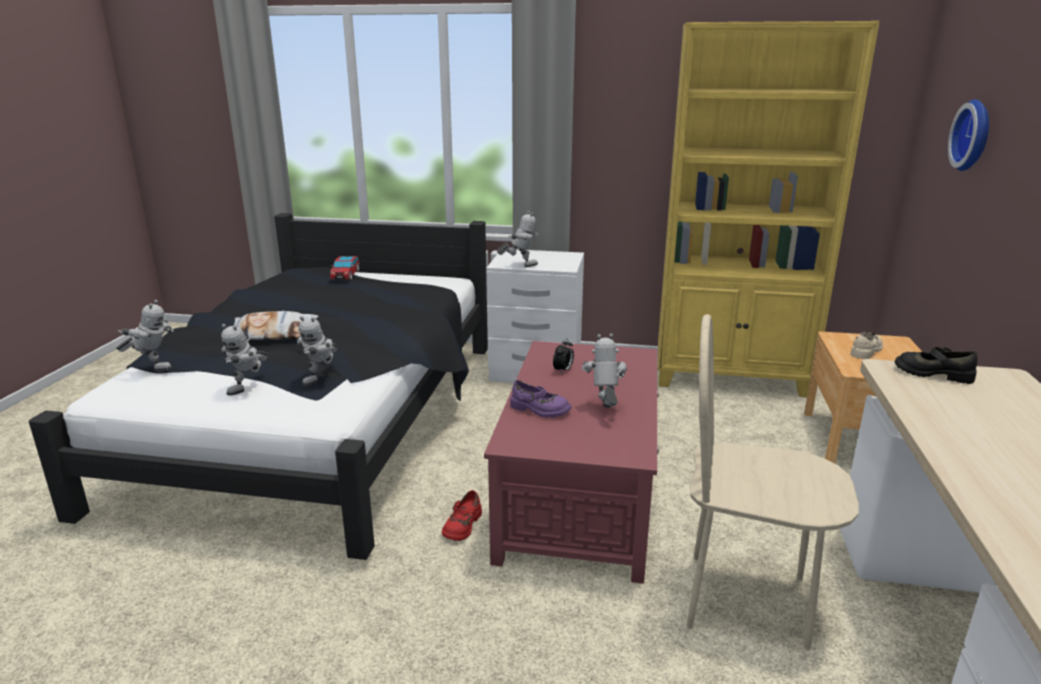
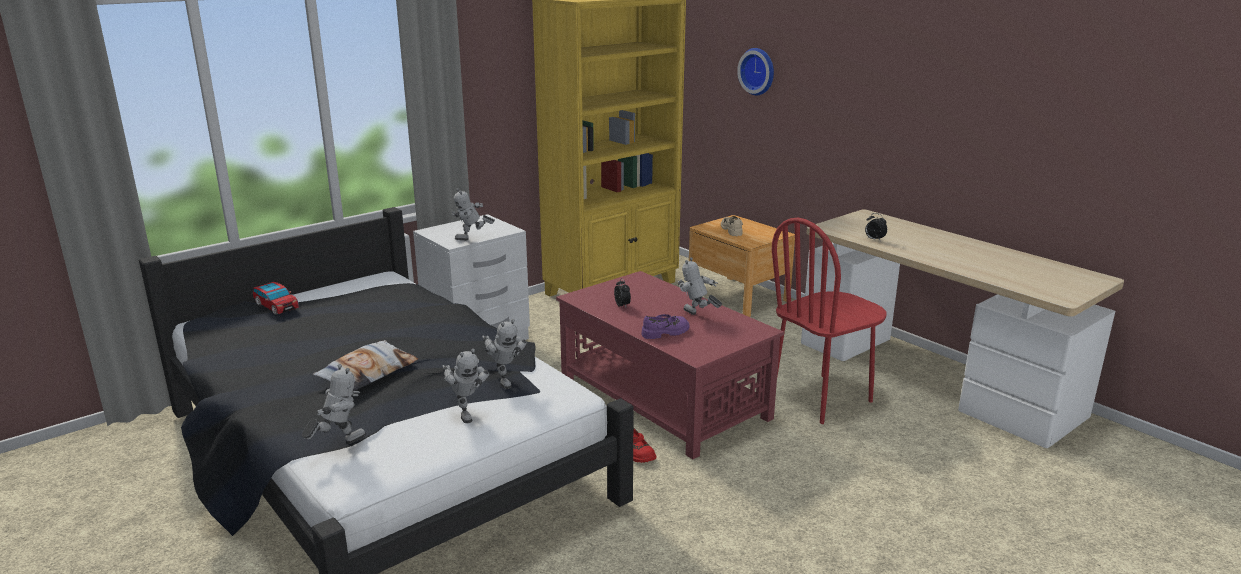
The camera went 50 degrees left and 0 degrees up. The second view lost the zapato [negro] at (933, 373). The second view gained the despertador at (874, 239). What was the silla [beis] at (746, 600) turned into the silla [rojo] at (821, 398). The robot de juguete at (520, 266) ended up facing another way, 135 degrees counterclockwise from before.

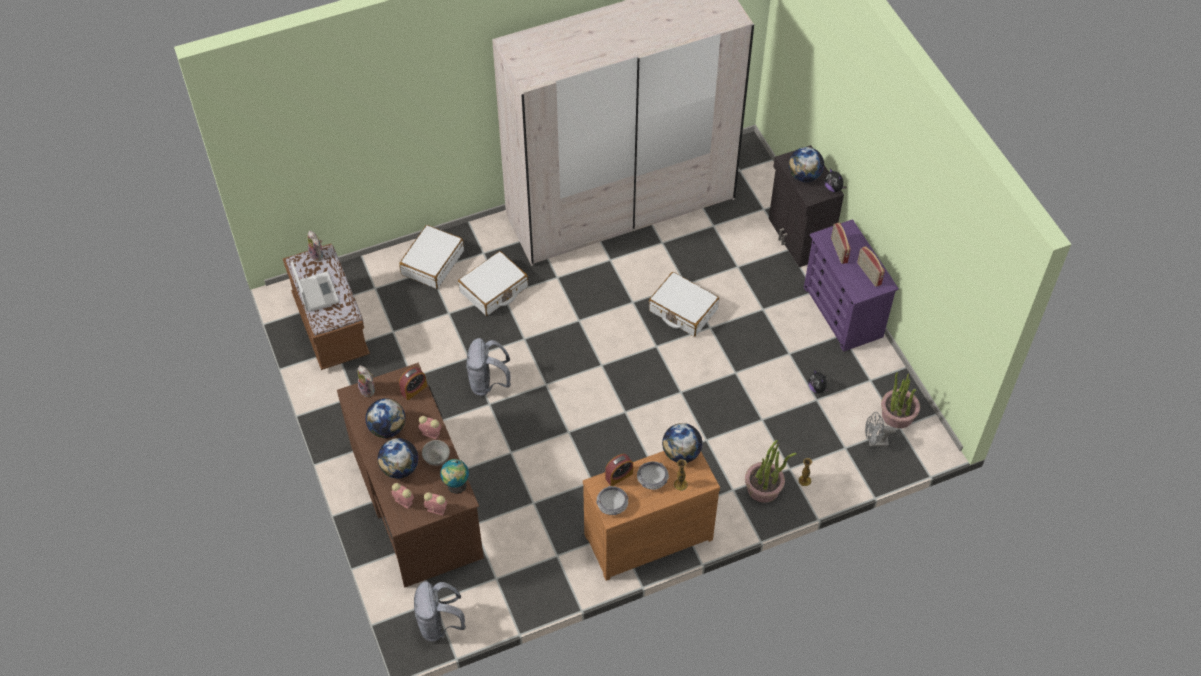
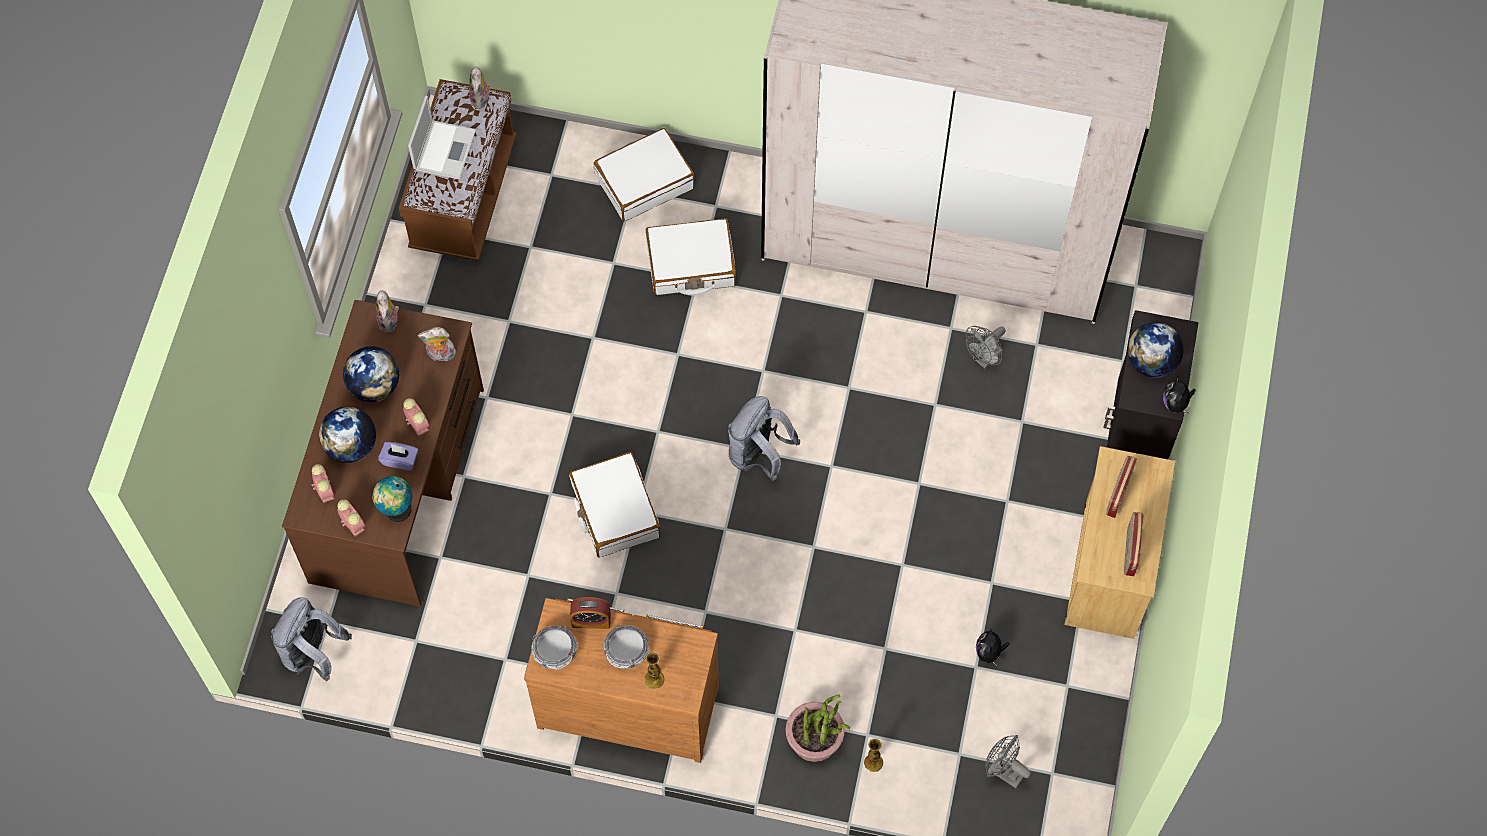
The camera went 35 degrees right and 10 degrees up. The second view lost the globo terráqueo at (681, 453). The second view lost the planta en maceta at (897, 415). The second view gained the ventilador [gris] at (984, 358). The mochila [gris] ended up elsewhere, having gone from (488, 383) to (758, 456). The maleta [blanco] ended up elsewhere, having gone from (683, 310) to (615, 511). Where the despertador stood at (414, 389), the peluche came to stand at (440, 355). Where the cuenco [gris] stood at (436, 458), the caja de pañuelos [morado] came to stand at (400, 460). What was the cómoda [morado] at (843, 312) turned into the cómoda [beis] at (1108, 571).

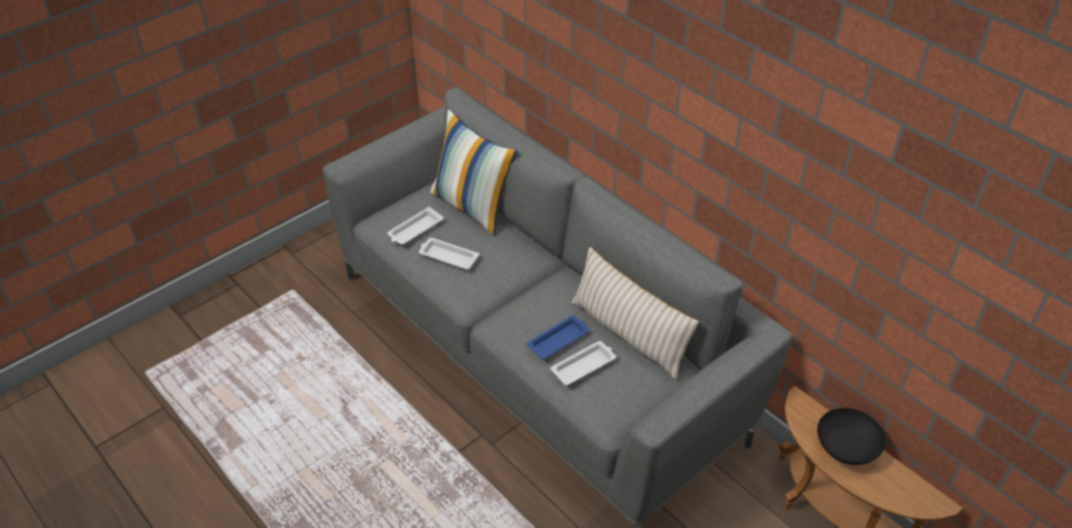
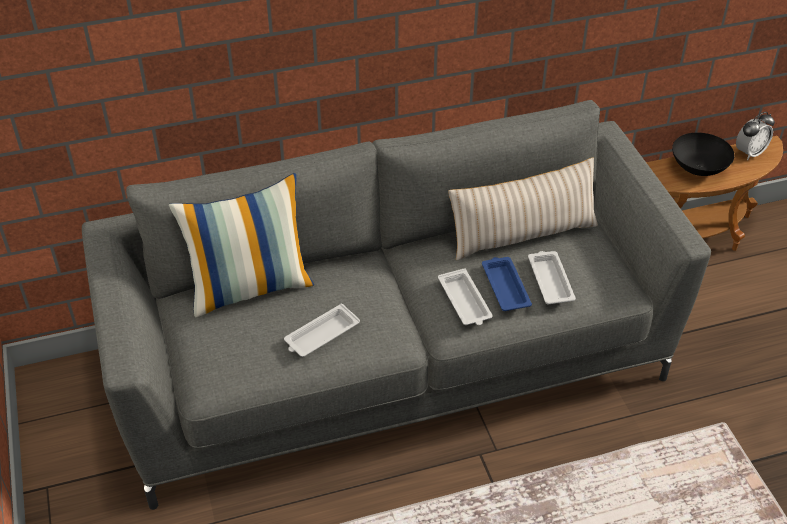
The camera went 65 degrees left and 0 degrees up. The second view gained the despertador at (749, 153). The bandeja [blanco] ended up elsewhere, having gone from (415, 230) to (465, 302).

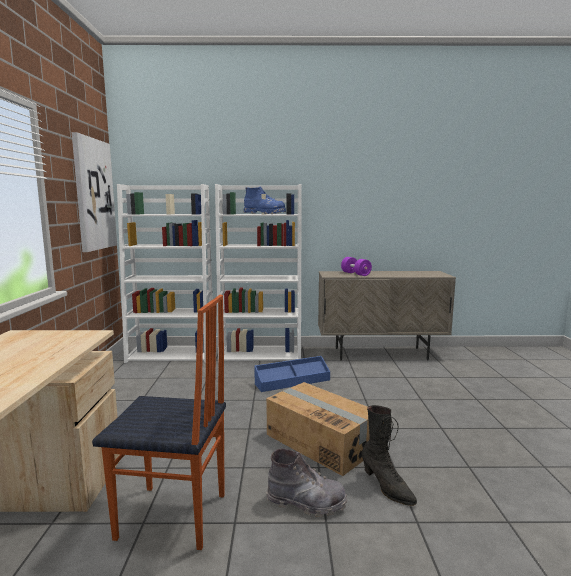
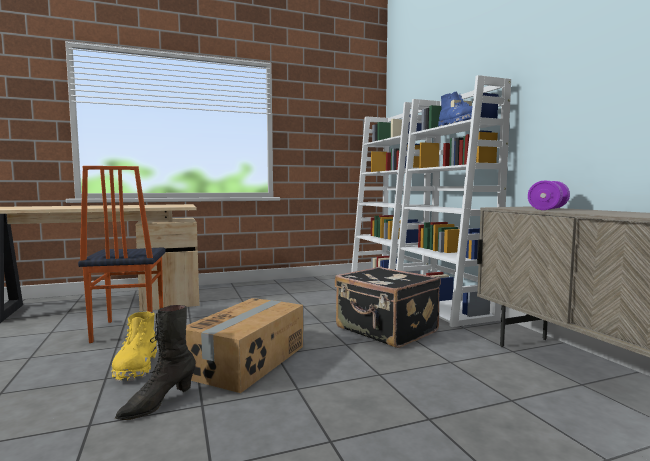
The camera went 70 degrees right and 5 degrees down. The second view lost the cuadro at (94, 194). Where the caja de almacenaje [azul] stood at (292, 381), the maleta [negro] came to stand at (386, 330). What was the bota [gris] at (306, 502) turned into the bota [amarillo] at (136, 367).

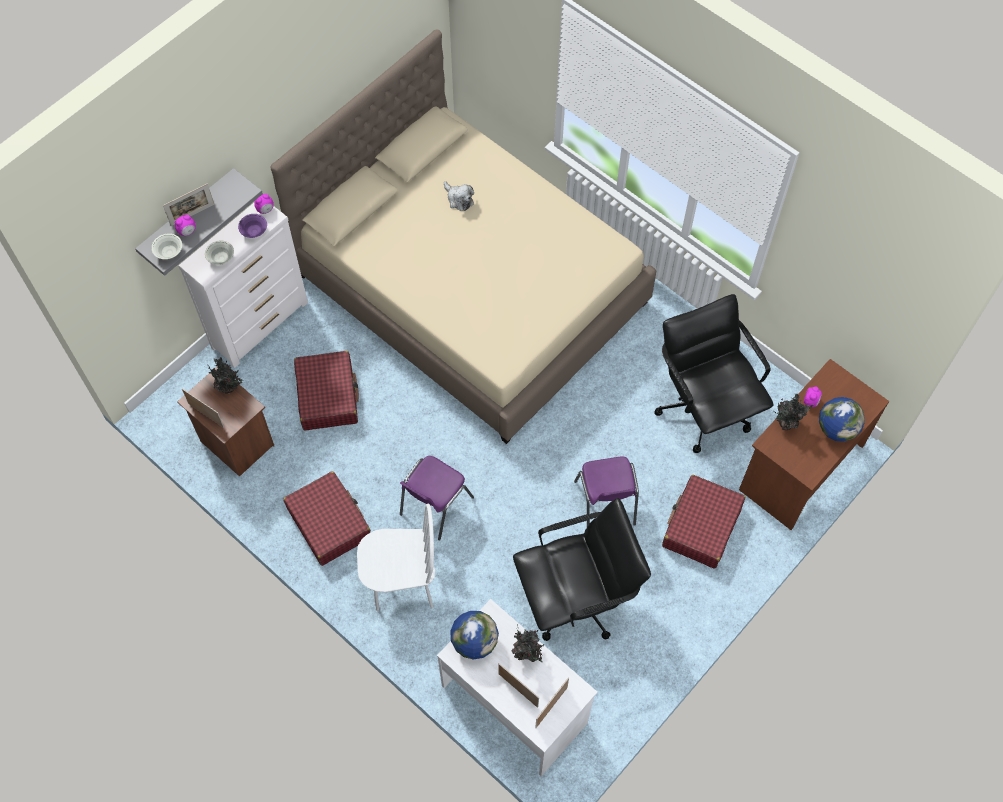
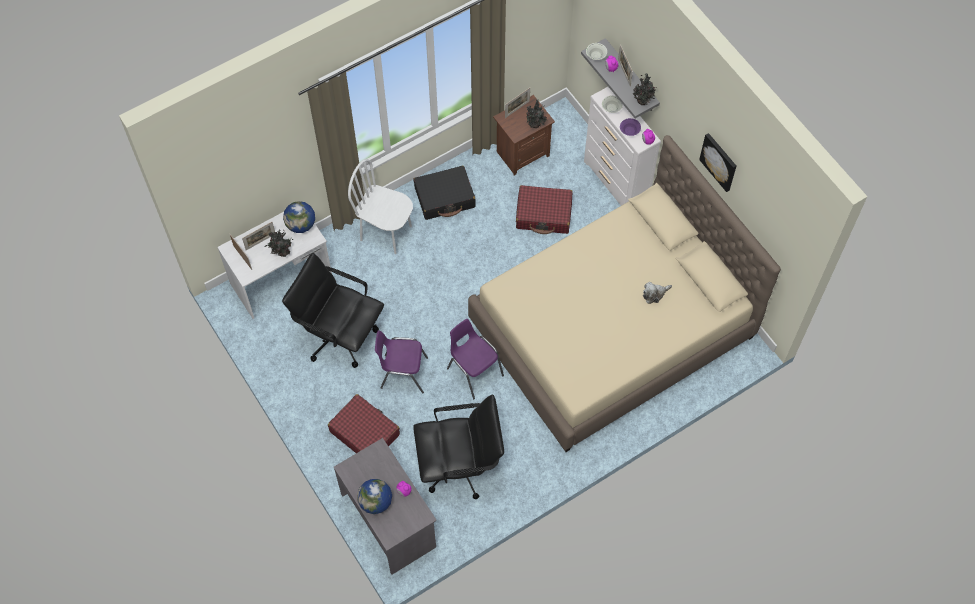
The camera went 105 degrees right and 0 degrees up. The second view gained the cuadro at (719, 161). The silla [morado] ended up elsewhere, having gone from (434, 507) to (474, 371). The planta en maceta ended up elsewhere, having gone from (787, 423) to (643, 102). What was the maleta [rojo] at (329, 522) turned into the maleta [negro] at (445, 198). What was the escritorio [marrón] at (800, 467) turned into the escritorio [gris] at (389, 519). The silla [blanco] at (403, 584) ended up facing another way, 105 degrees clockwise from before. The silla de oficina [negro] at (576, 598) ended up facing another way, 120 degrees clockwise from before.

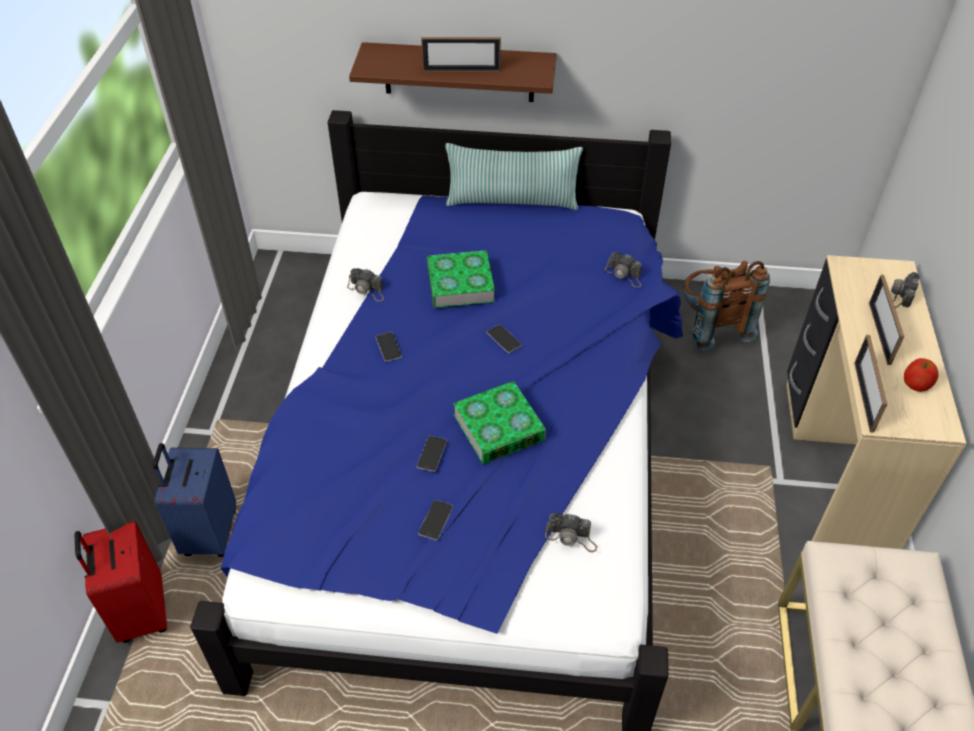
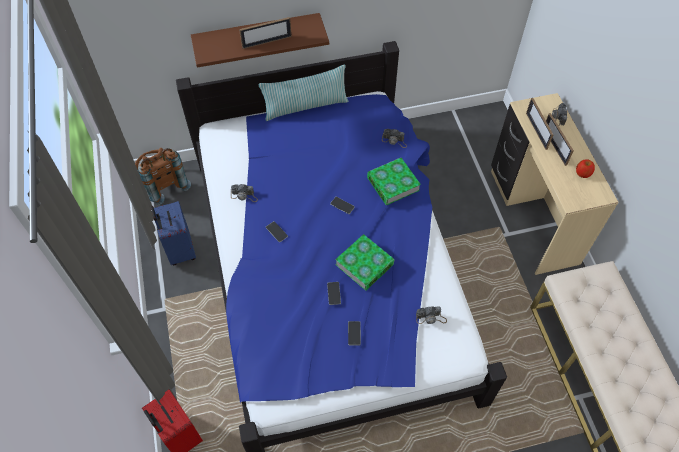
The camera went 20 degrees left and 10 degrees up. The maleta [azul] ended up elsewhere, having gone from (208, 533) to (180, 250). The libro ended up elsewhere, having gone from (460, 284) to (393, 184). The mochila [marrón] ended up elsewhere, having gone from (711, 325) to (163, 185). The portarretratos ended up elsewhere, having gone from (863, 396) to (536, 131).

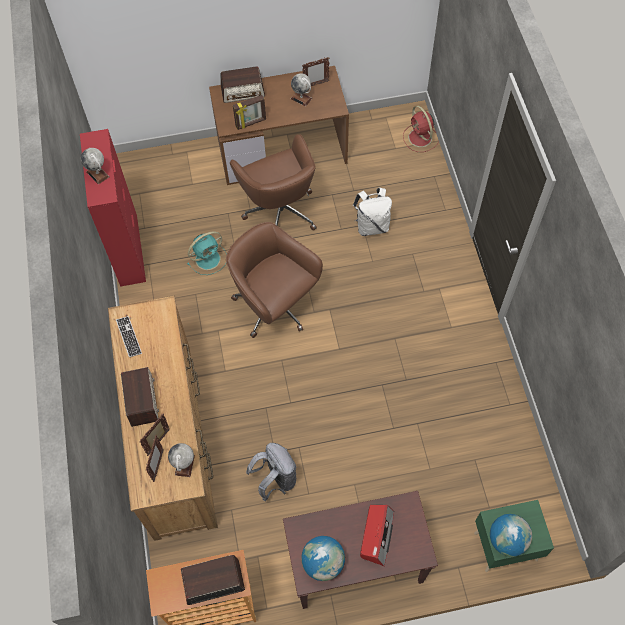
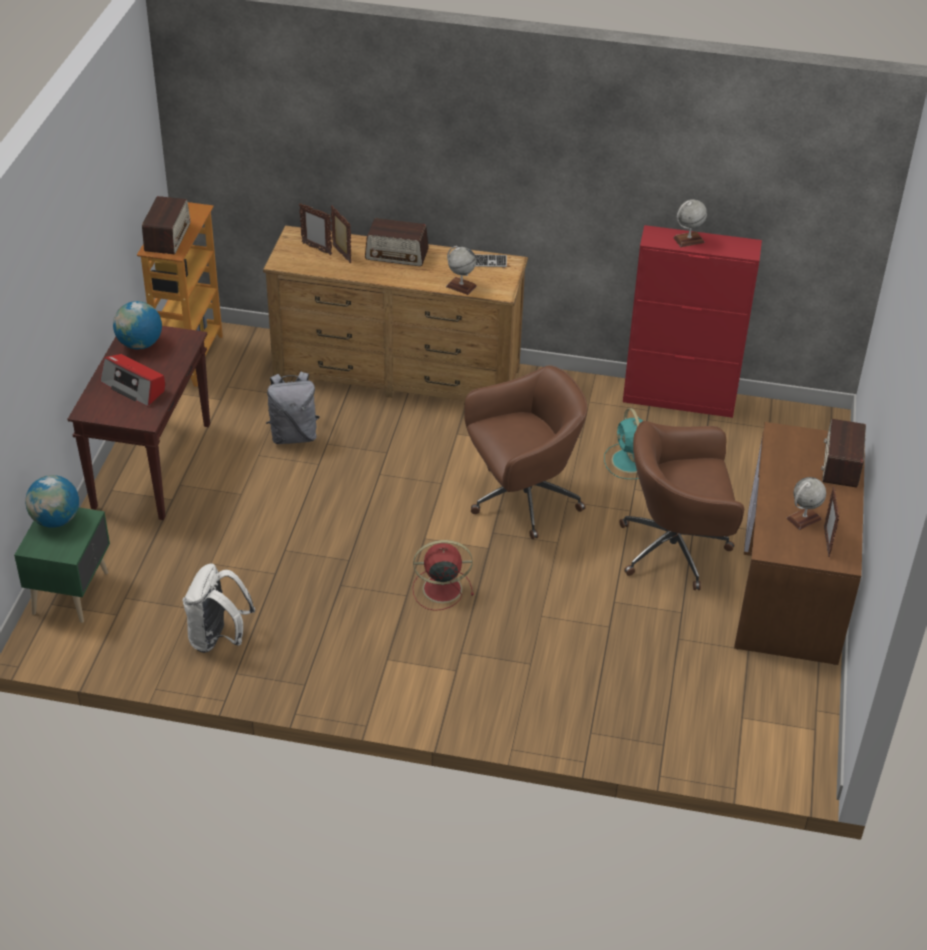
The camera went 110 degrees right and 20 degrees down. The second view lost the portarretratos at (251, 123). The globo terráqueo ended up elsewhere, having gone from (184, 465) to (461, 286). The mochila [blanco] ended up elsewhere, having gone from (372, 226) to (218, 638). The ventilador [rojo] ended up elsewhere, having gone from (420, 138) to (440, 589).

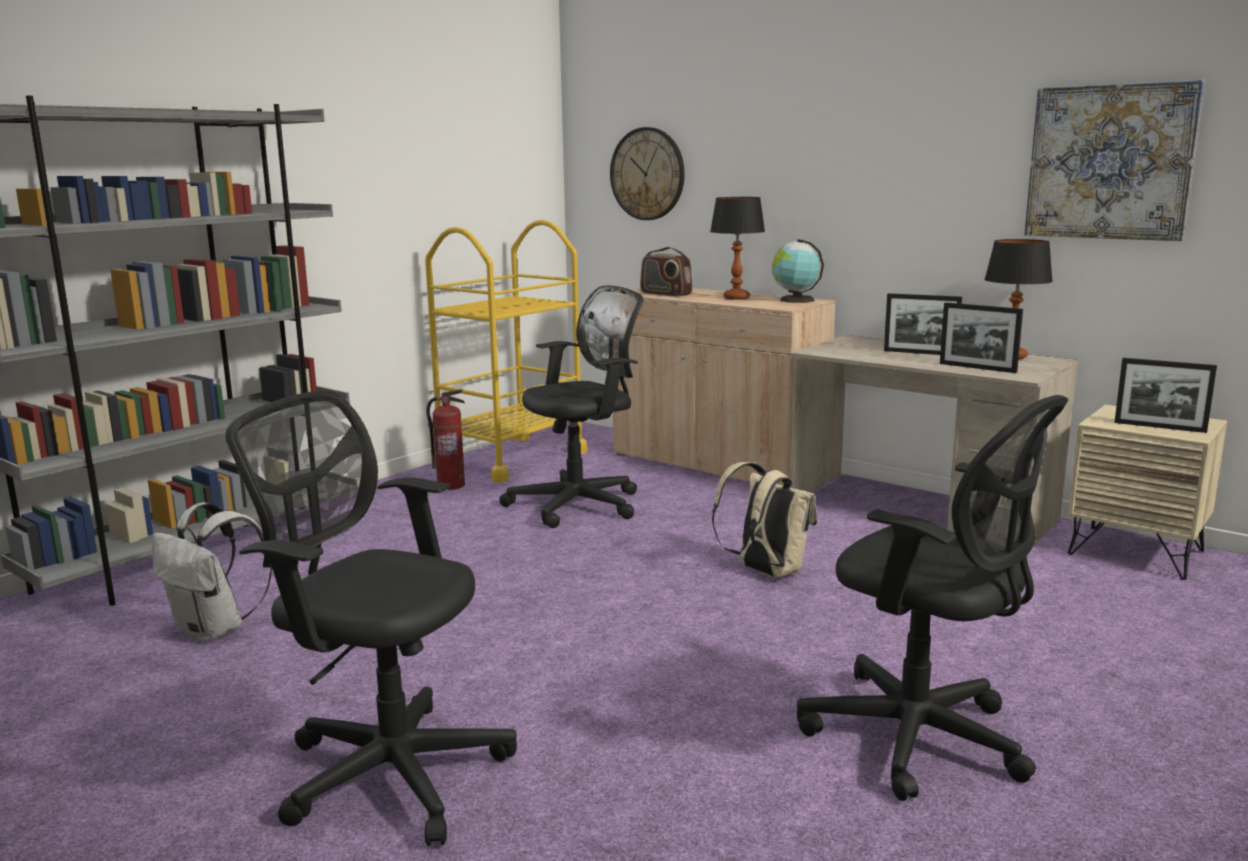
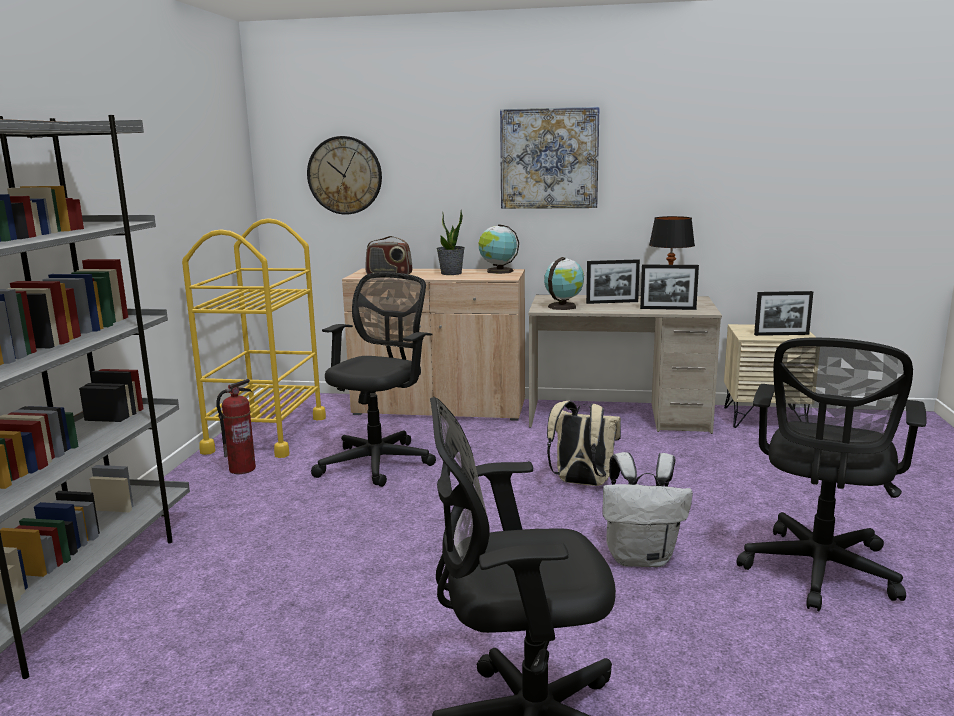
The camera went 30 degrees left and 0 degrees up. The second view gained the globo terráqueo at (563, 306). The mochila [blanco] ended up elsewhere, having gone from (215, 630) to (641, 557). The cuadro ended up elsewhere, having gone from (1110, 162) to (549, 158). Where the lámpara de mesa stood at (736, 298), the planta en maceta came to stand at (451, 273). The silla de oficina [negro] at (922, 740) ended up facing another way, 105 degrees clockwise from before.

